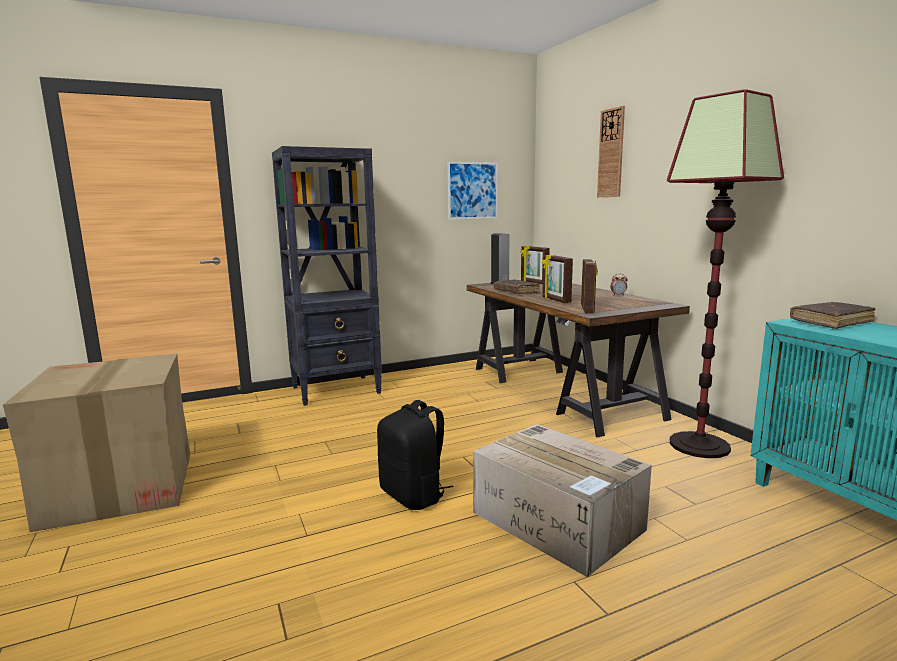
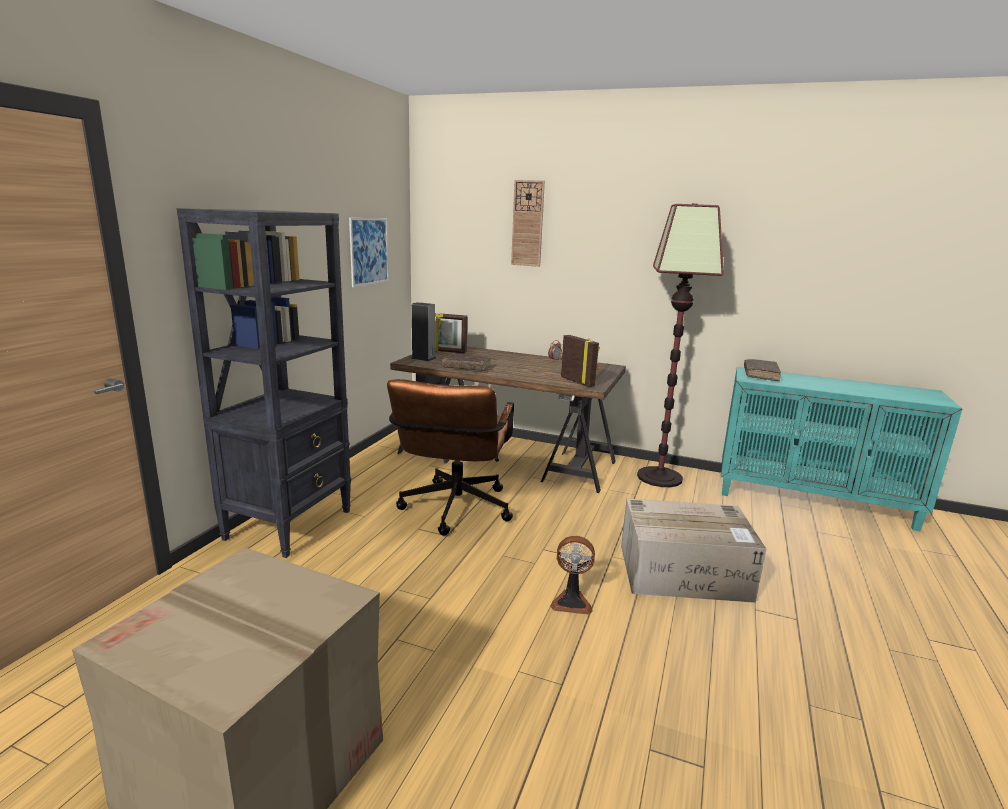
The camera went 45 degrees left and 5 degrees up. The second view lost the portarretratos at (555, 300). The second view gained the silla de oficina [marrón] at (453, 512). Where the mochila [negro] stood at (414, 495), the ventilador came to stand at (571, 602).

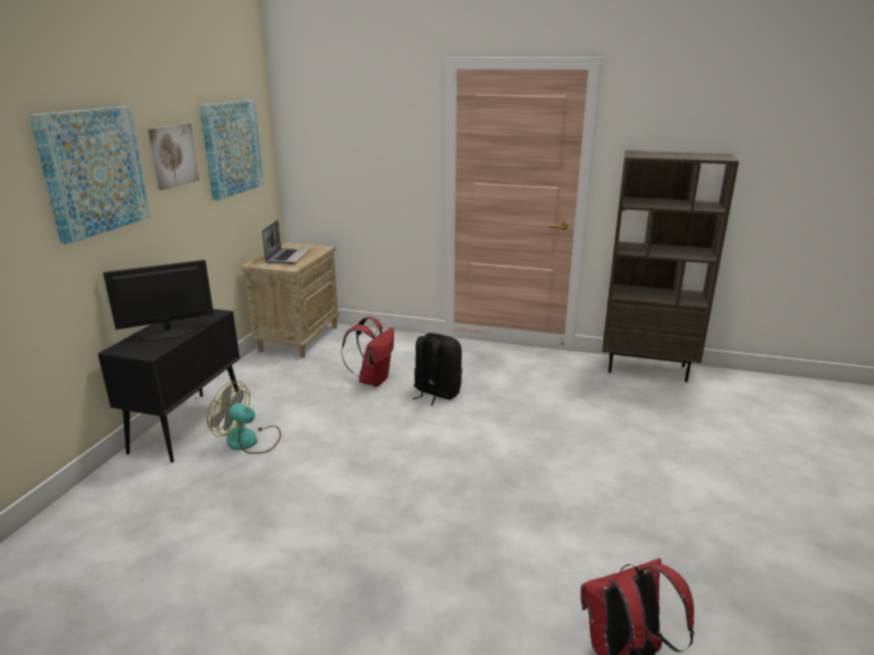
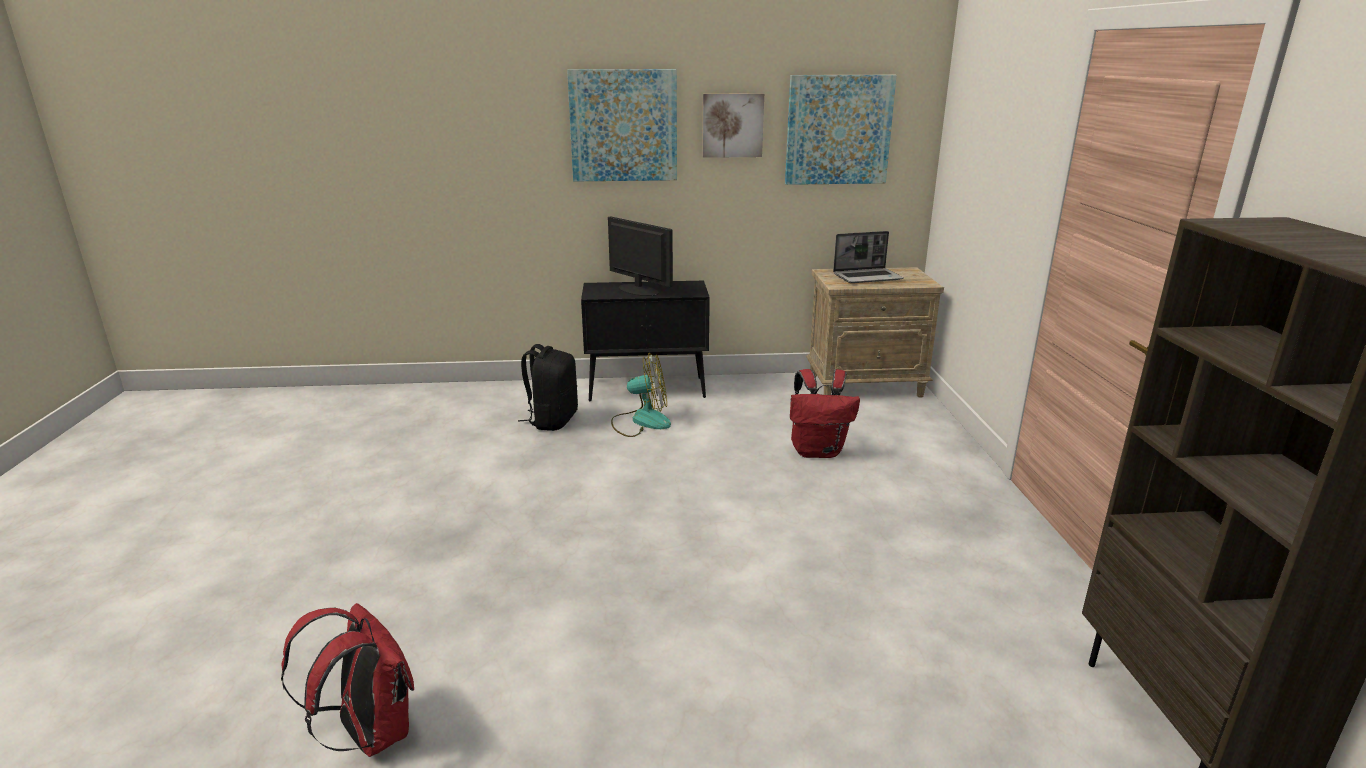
The camera went 70 degrees right and 0 degrees up. The mochila [negro] ended up elsewhere, having gone from (436, 393) to (552, 420). The ventilador at (249, 441) ended up facing another way, 90 degrees clockwise from before.

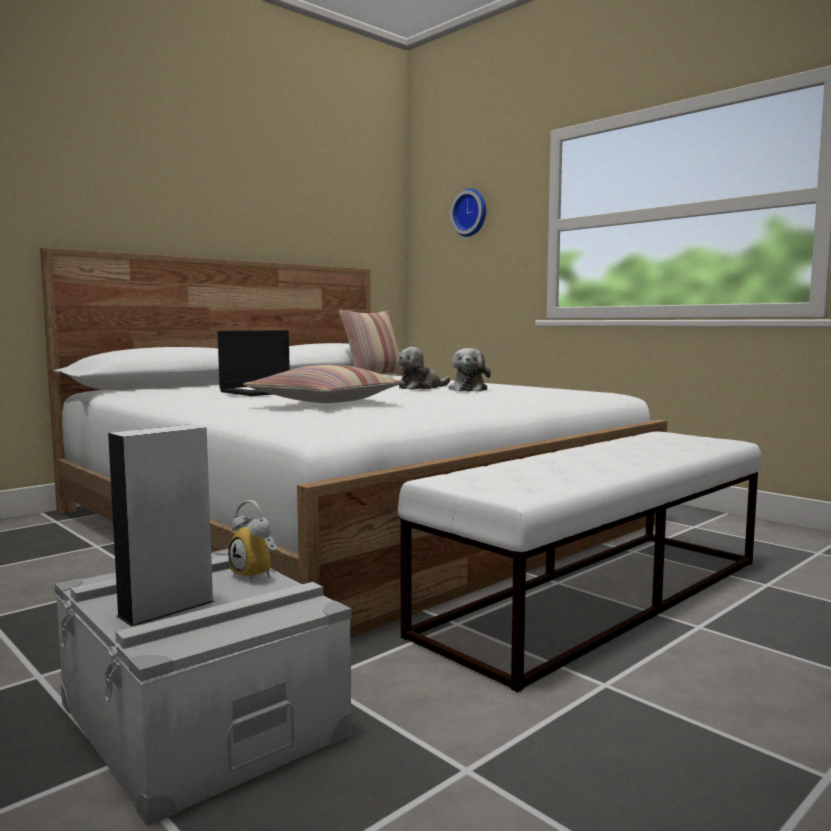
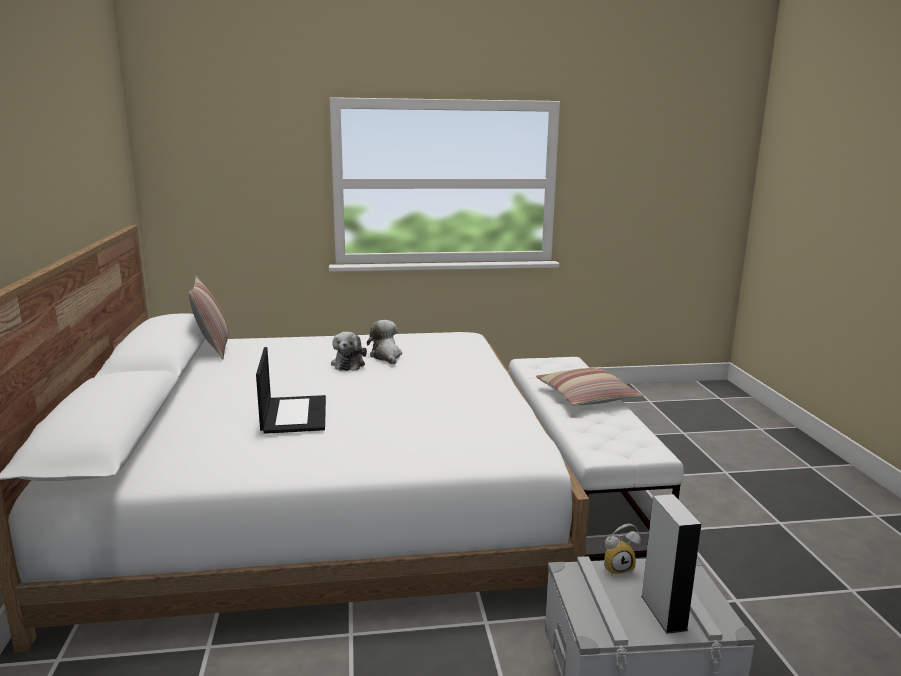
The camera went 55 degrees left and 10 degrees up. The second view lost the reloj de pared at (471, 213). The cojín ended up elsewhere, having gone from (325, 401) to (587, 397). The peluche at (468, 389) ended up facing another way, 150 degrees counterclockwise from before.

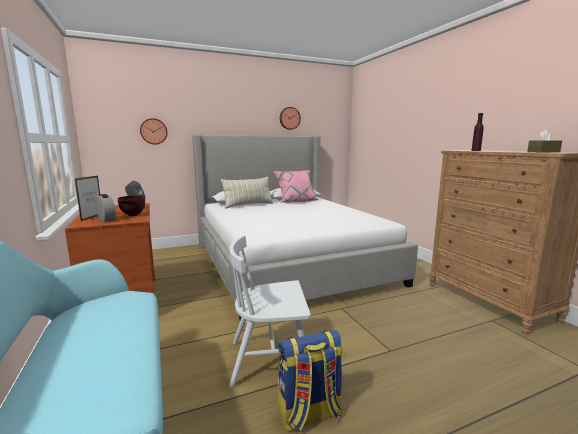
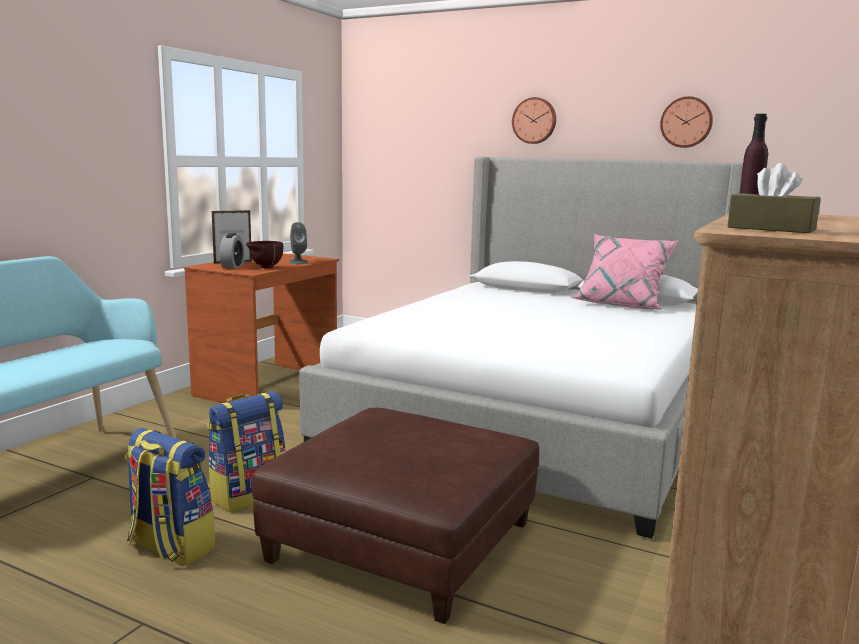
The camera went 50 degrees right and 0 degrees up. The second view lost the cojín at (248, 205). The second view gained the puf [marrón] at (404, 541). The reloj de pared ended up elsewhere, having gone from (153, 131) to (534, 120). Where the silla [blanco] stood at (270, 360), the mochila came to stand at (248, 495).

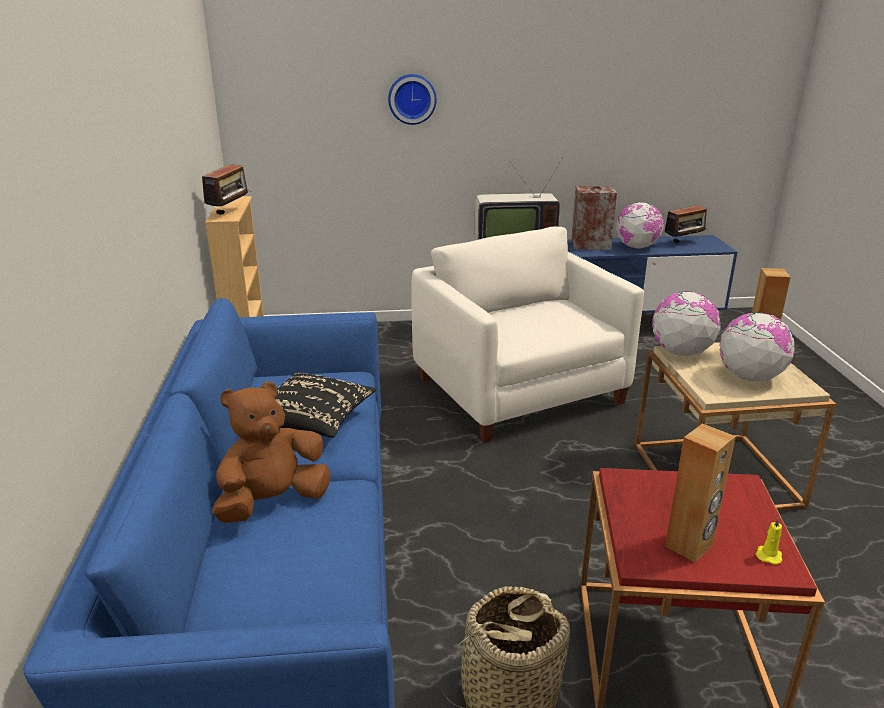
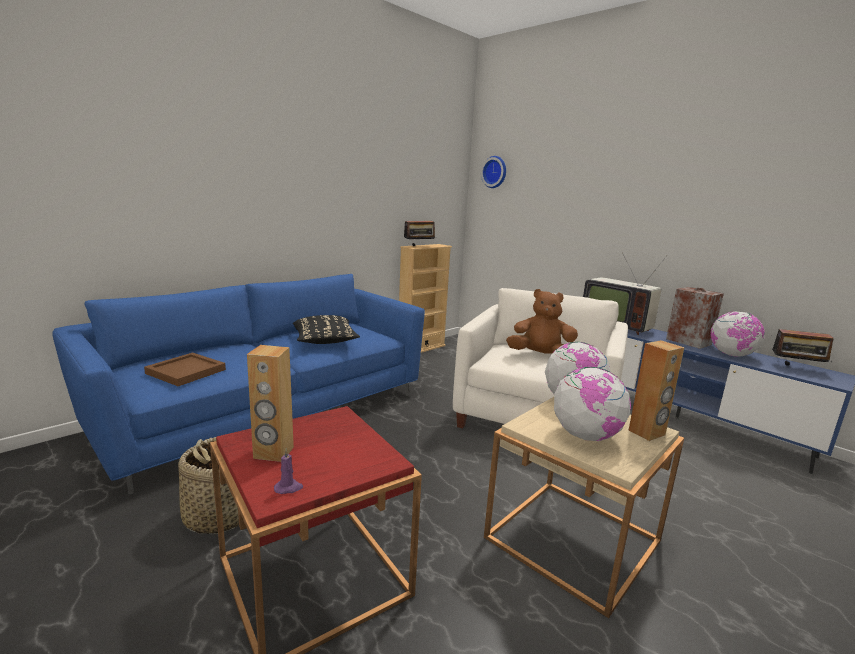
The camera went 50 degrees right and 10 degrees down. The second view gained the bandeja [marrón] at (184, 371). The peluche [marrón] ended up elsewhere, having gone from (273, 502) to (540, 356). The reloj de pared ended up elsewhere, having gone from (412, 99) to (495, 172). What was the vela [amarillo] at (768, 555) turned into the vela [morado] at (288, 488).

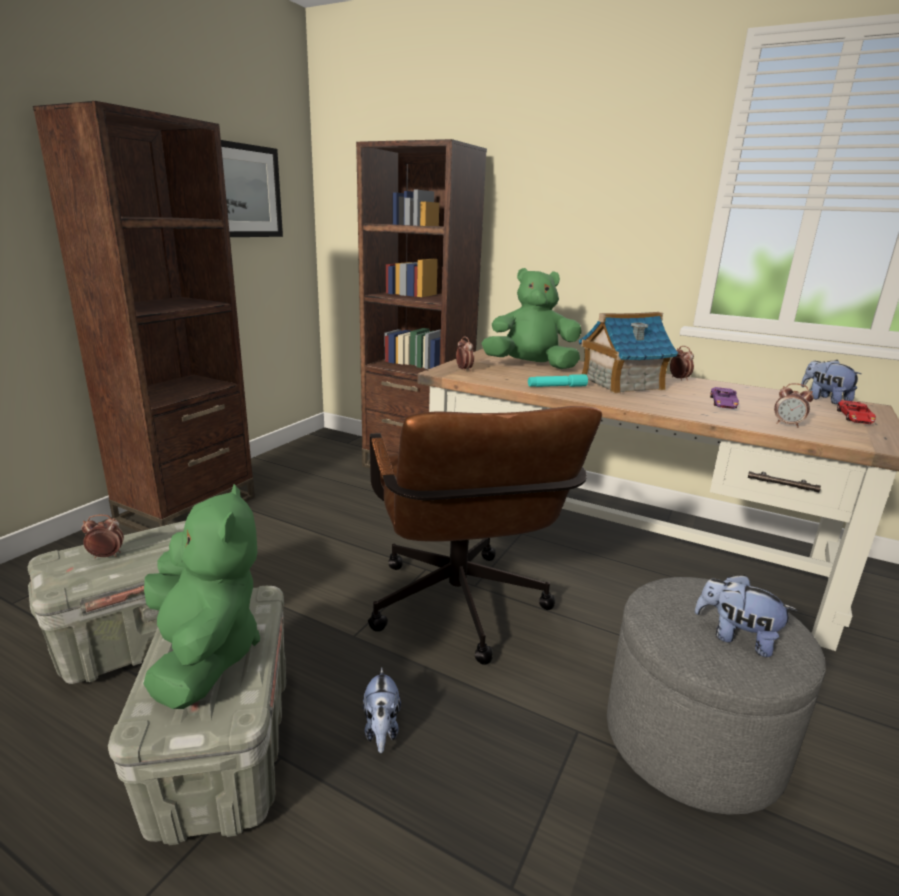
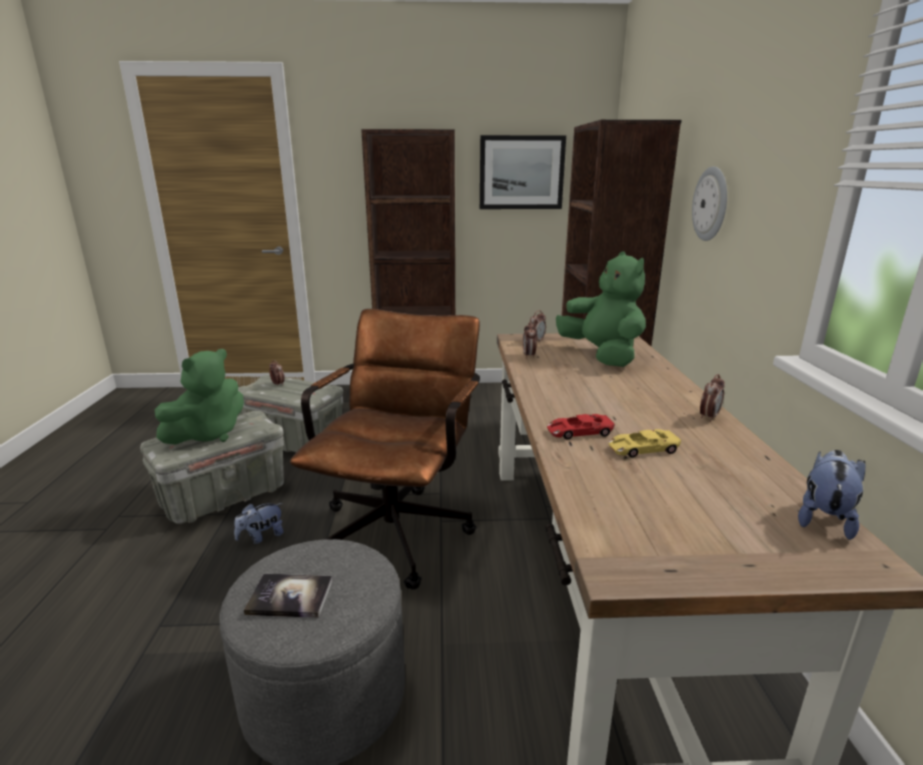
The camera went 60 degrees right and 0 degrees up. The second view lost the linterna [turquesa] at (557, 386). The second view lost the casita at (621, 383). The second view gained the reloj de pared at (711, 204). The despertador ended up elsewhere, having gone from (787, 424) to (529, 356). The coche de juguete [rojo] ended up elsewhere, having gone from (855, 417) to (579, 432). Where the peluche stood at (736, 637), the libro came to stand at (290, 597). What was the coche de juguete [morado] at (723, 403) turned into the coche de juguete [amarillo] at (642, 449). The silla de oficina [marrón] at (461, 613) ended up facing another way, 150 degrees clockwise from before.

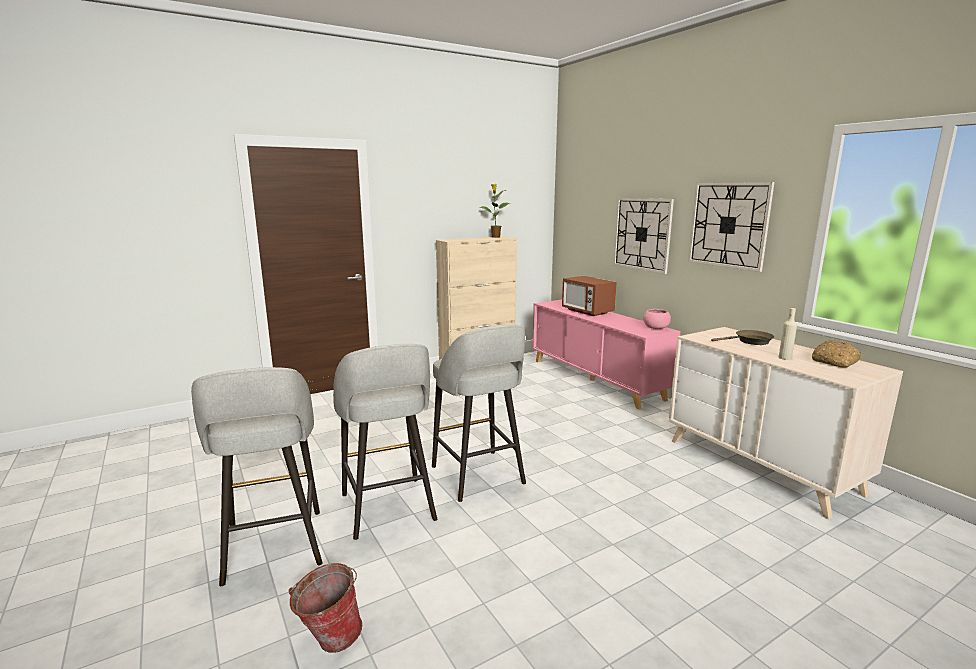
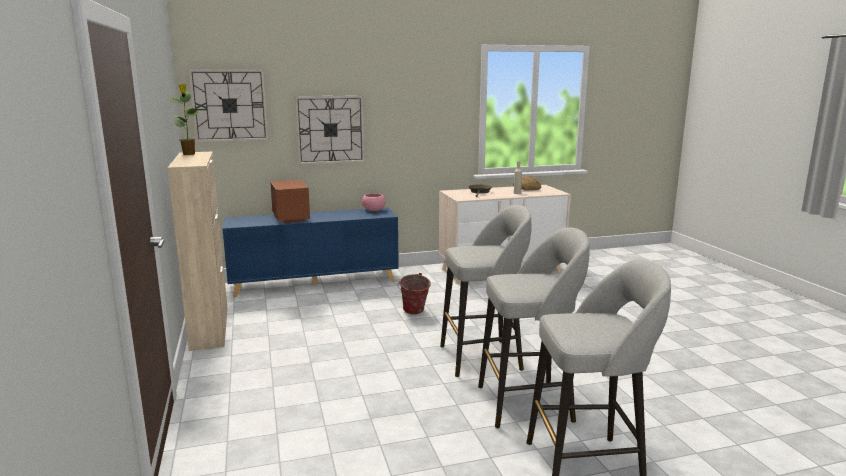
The camera went 75 degrees left and 0 degrees up. The cubo ended up elsewhere, having gone from (329, 639) to (413, 312). The reloj de pared ended up elsewhere, having gone from (728, 225) to (229, 105). What was the armario [rosa] at (595, 379) turned into the armario [azul] at (315, 282). The microondas at (587, 311) ended up facing another way, 90 degrees counterclockwise from before.

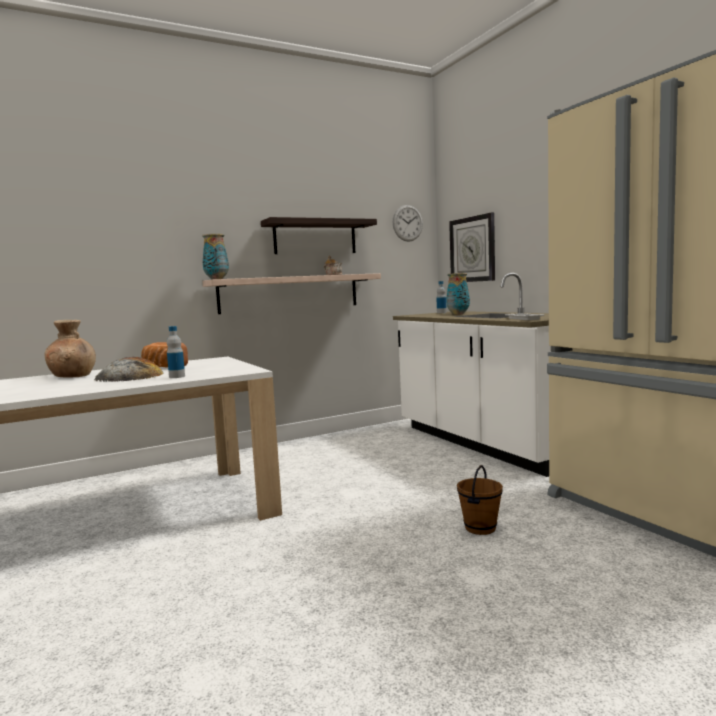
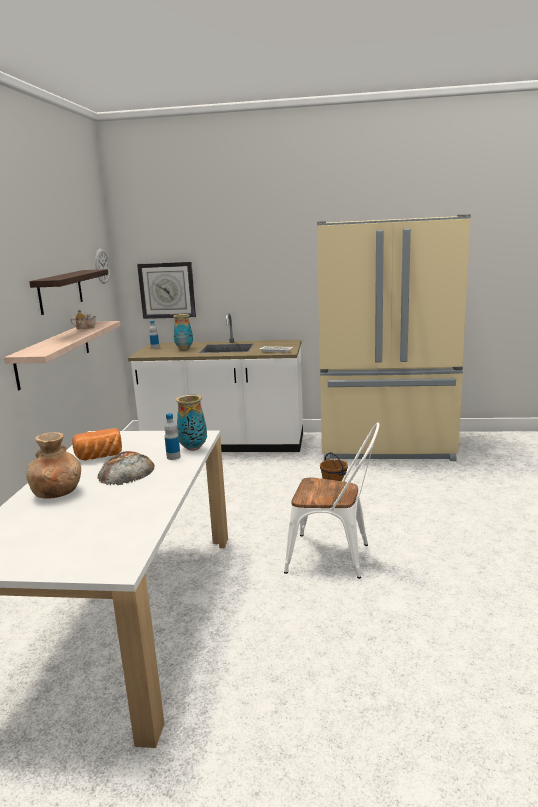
The camera went 55 degrees left and 10 degrees up. The second view gained the silla [blanco] at (335, 557). The florero ended up elsewhere, having gone from (217, 279) to (193, 448).

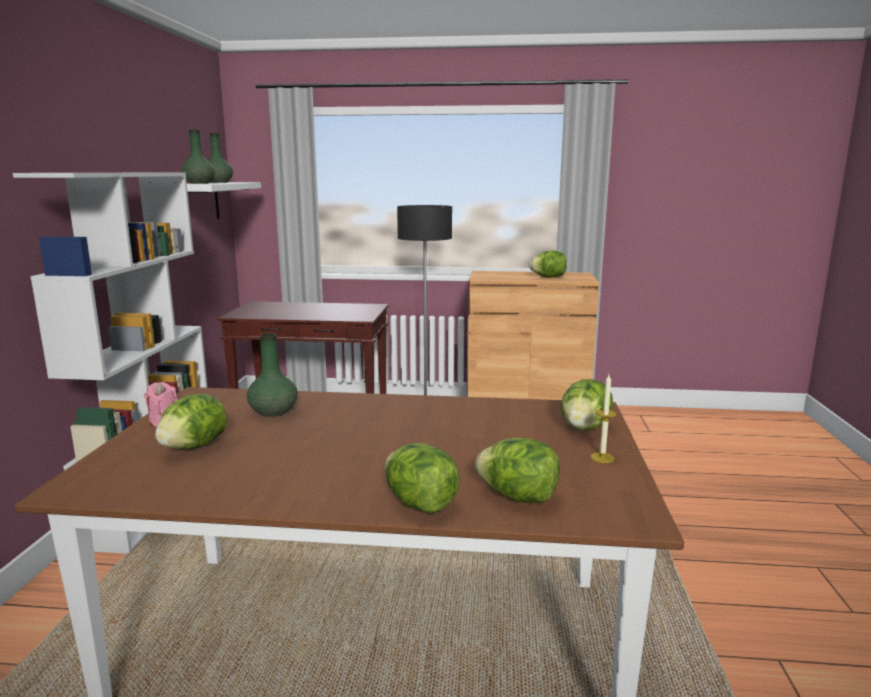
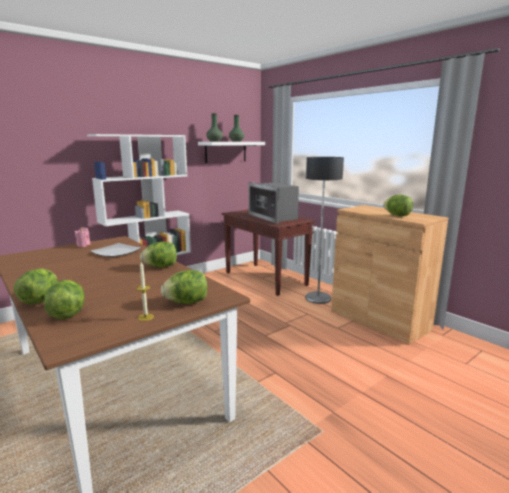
The camera went 45 degrees right and 0 degrees up. The second view gained the microondas at (273, 217). The lechuga ended up elsewhere, having gone from (194, 446) to (161, 267). Where the florero [verde] stood at (273, 411), the plato came to stand at (116, 252).

